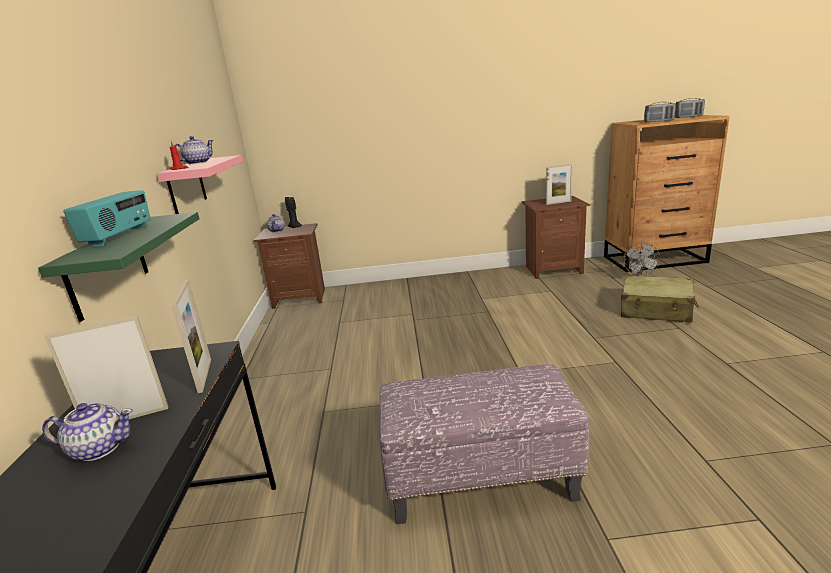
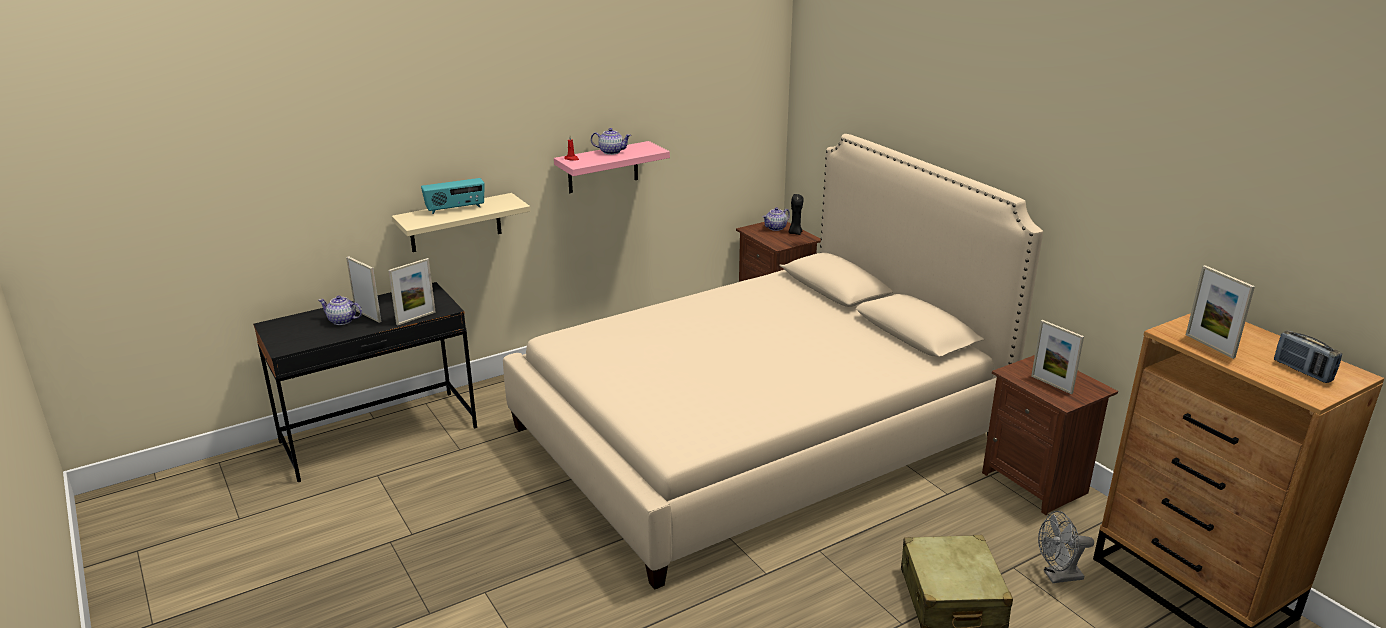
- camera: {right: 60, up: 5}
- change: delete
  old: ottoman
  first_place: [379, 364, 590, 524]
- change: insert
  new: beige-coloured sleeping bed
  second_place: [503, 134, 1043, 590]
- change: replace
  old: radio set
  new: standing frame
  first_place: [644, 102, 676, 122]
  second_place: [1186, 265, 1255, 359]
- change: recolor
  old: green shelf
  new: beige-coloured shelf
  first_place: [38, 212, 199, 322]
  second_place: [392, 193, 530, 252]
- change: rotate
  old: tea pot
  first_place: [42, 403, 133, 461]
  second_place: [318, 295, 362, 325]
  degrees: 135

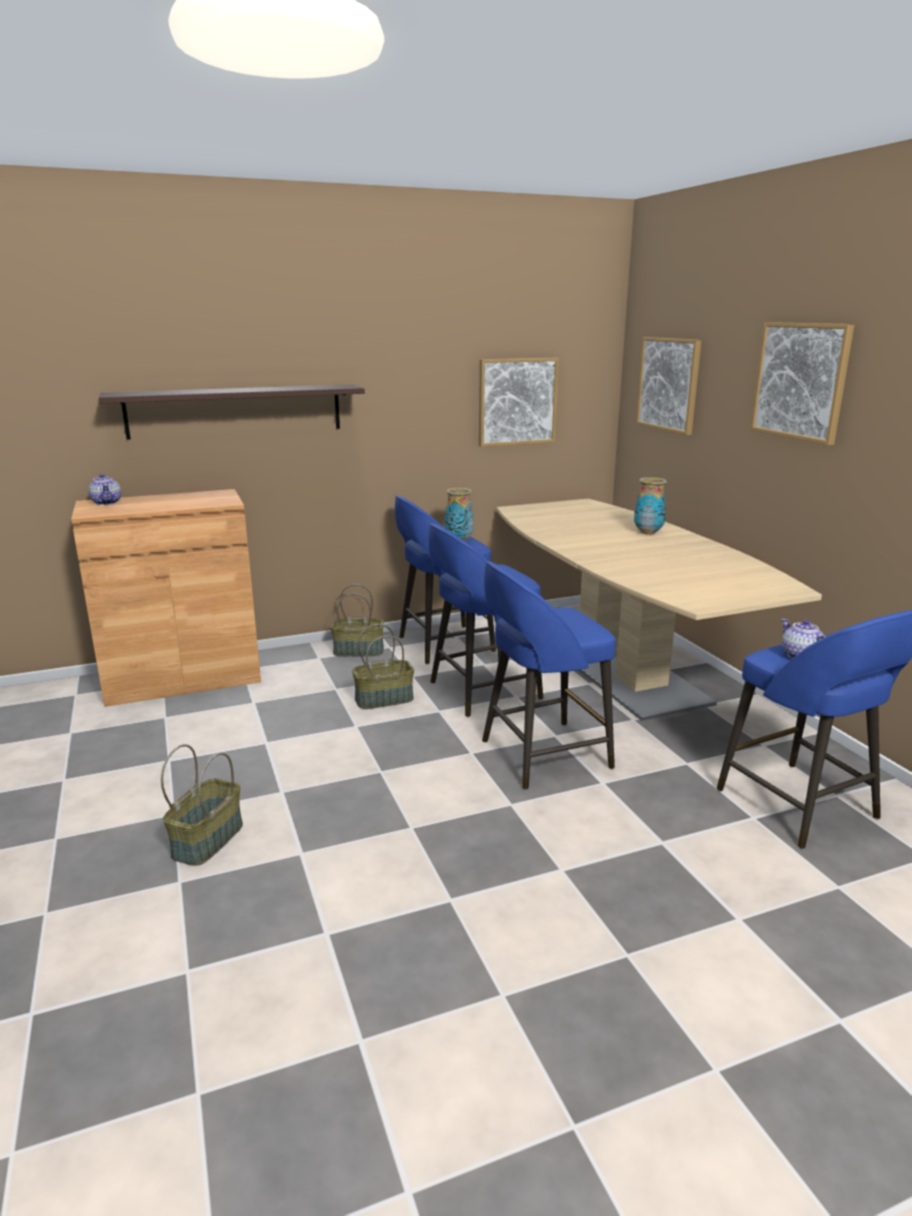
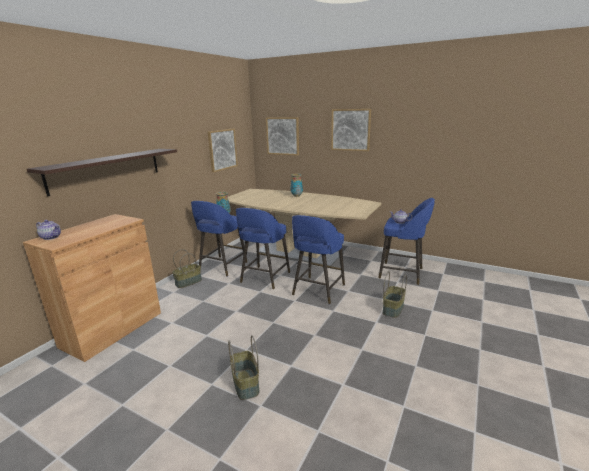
- camera: {right: -40, up: 0}
- change: move
  old: household basket
  first_place: [352, 624, 414, 709]
  second_place: [383, 271, 407, 318]

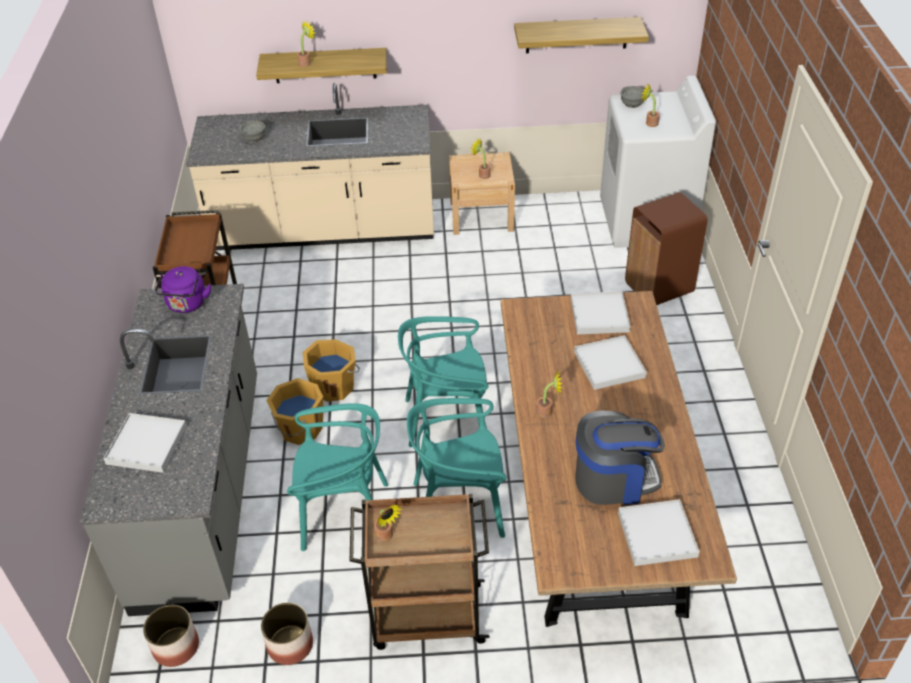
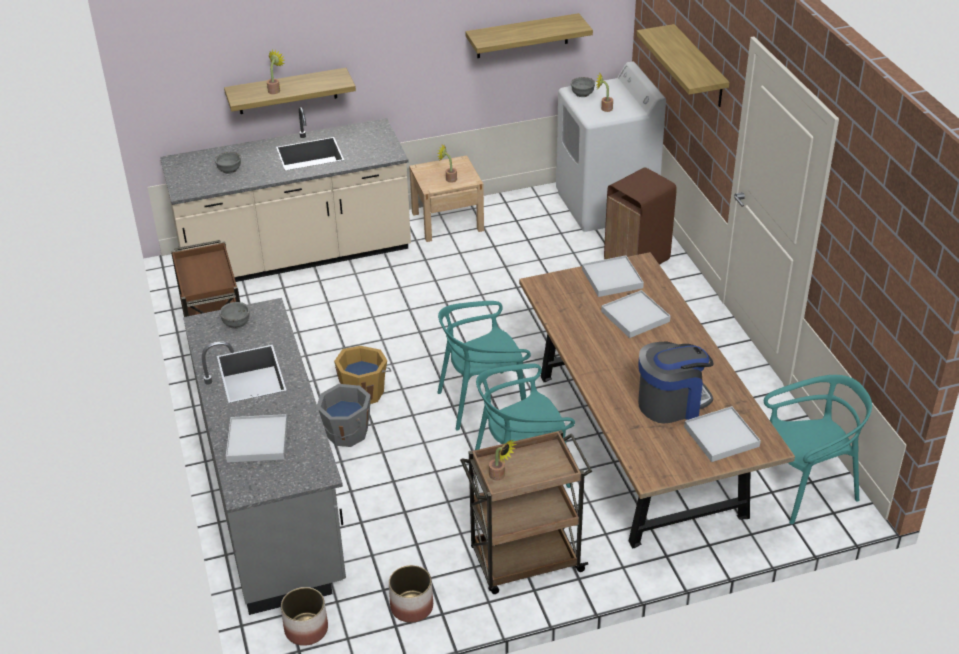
- camera: {right: -15, up: -5}
- change: delete
  old: plant in a pot
  first_place: [536, 371, 563, 418]
- change: insert
  new: shelf
  second_place: [636, 24, 729, 107]
- change: move
  old: blue-green chair
  first_place: [287, 403, 388, 551]
  second_place: [764, 375, 872, 524]
- change: replace
  old: purple-coloured water kettle
  new: grey deep dish
  first_place: [155, 266, 211, 313]
  second_place: [219, 302, 250, 329]
- change: recolor
  old: orange water bucket
  new: grey water bucket
  first_place: [266, 378, 324, 445]
  second_place: [317, 384, 371, 447]

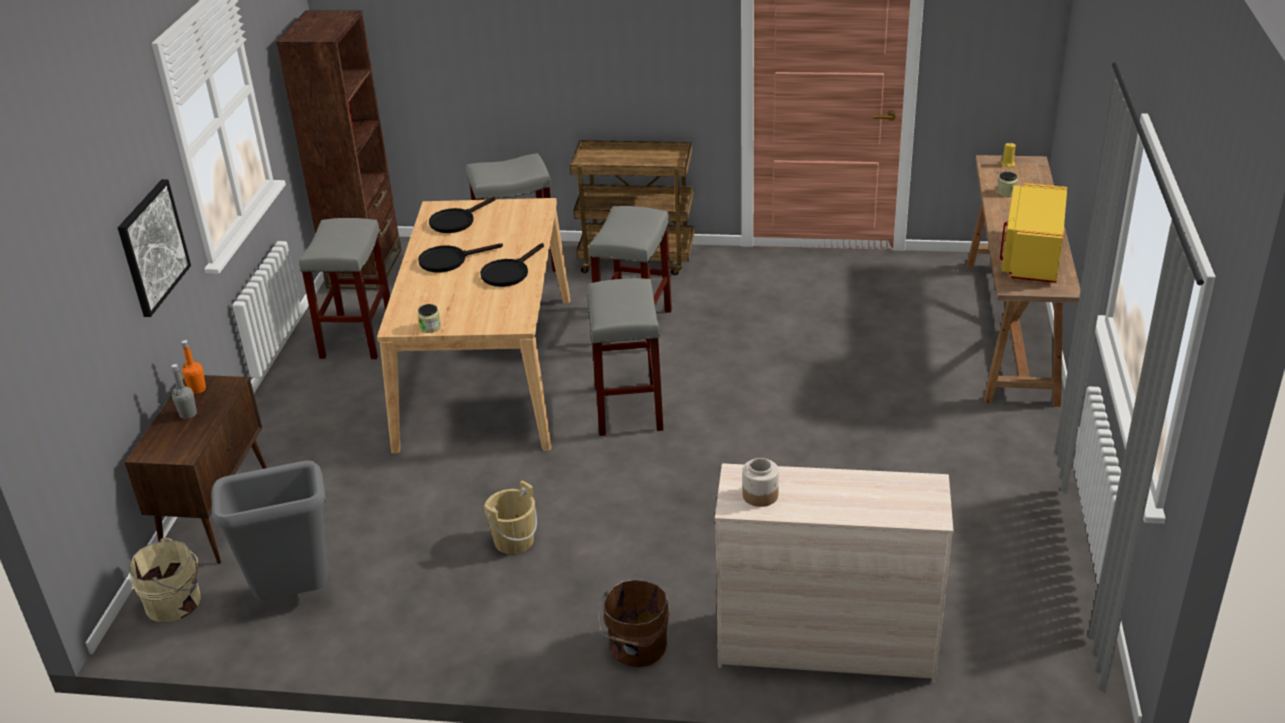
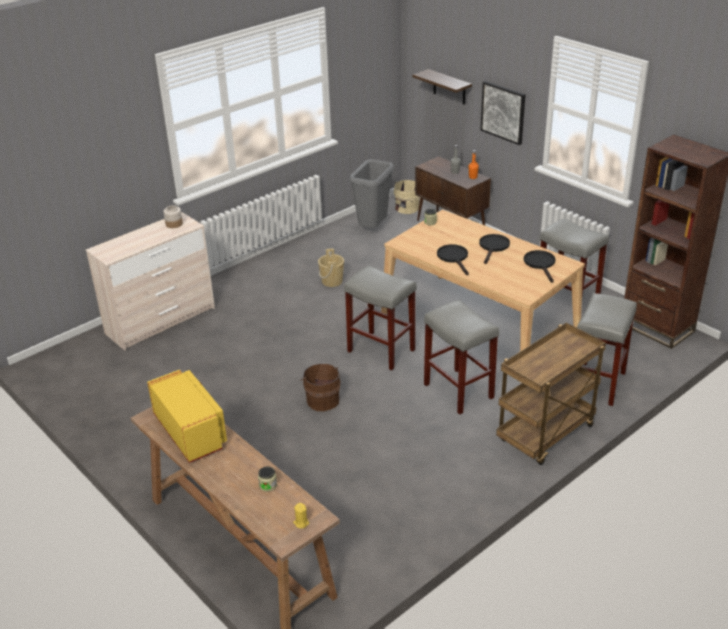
- camera: {right: 130, up: 0}
- change: insert
  new: shelf
  second_place: [413, 69, 472, 104]
- change: move
  old: brown water bucket
  first_place: [598, 580, 670, 667]
  second_place: [300, 364, 341, 411]

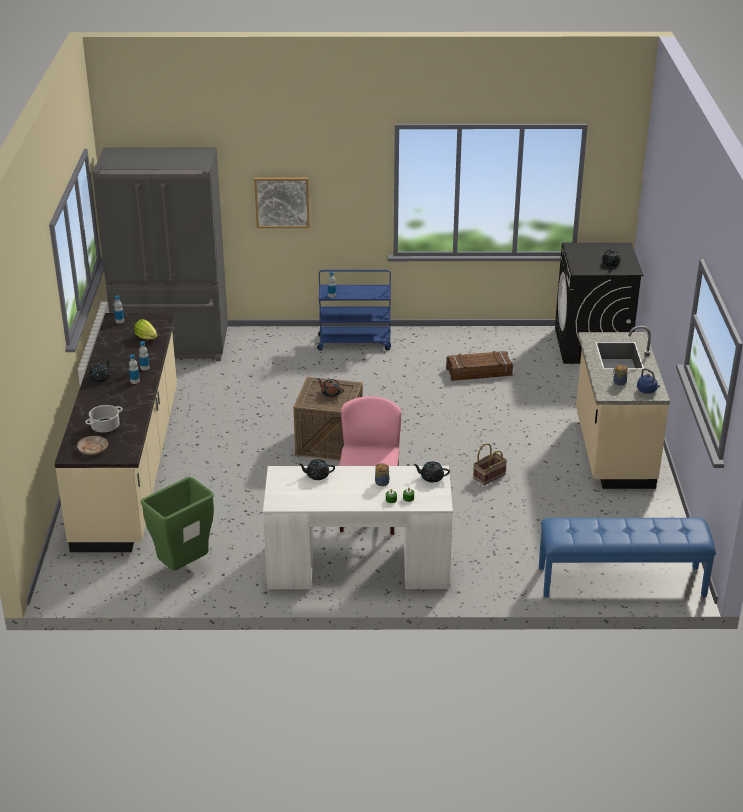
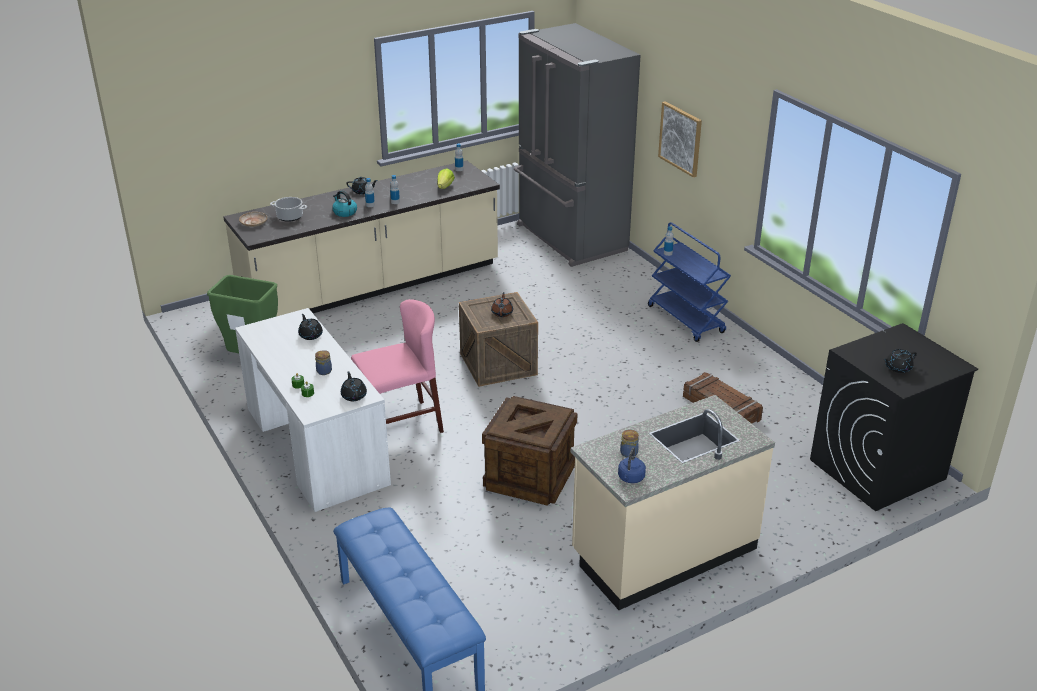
- camera: {right: 60, up: 0}
- change: insert
  new: water kettle
  second_place: [332, 190, 357, 217]
- change: replace
  old: household basket
  new: crate
  first_place: [473, 443, 507, 485]
  second_place: [482, 396, 577, 506]

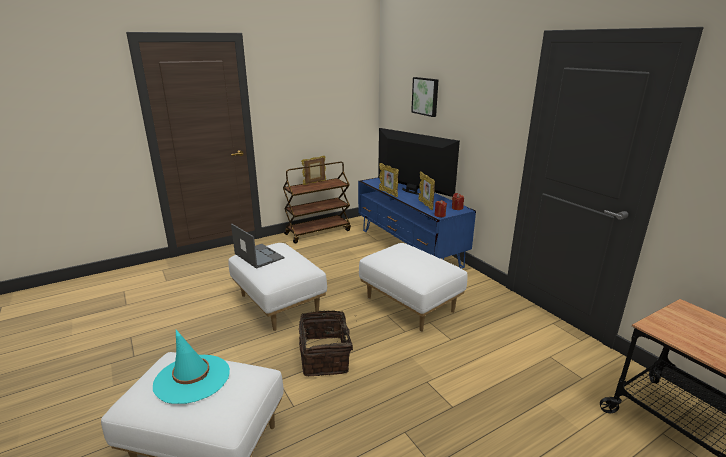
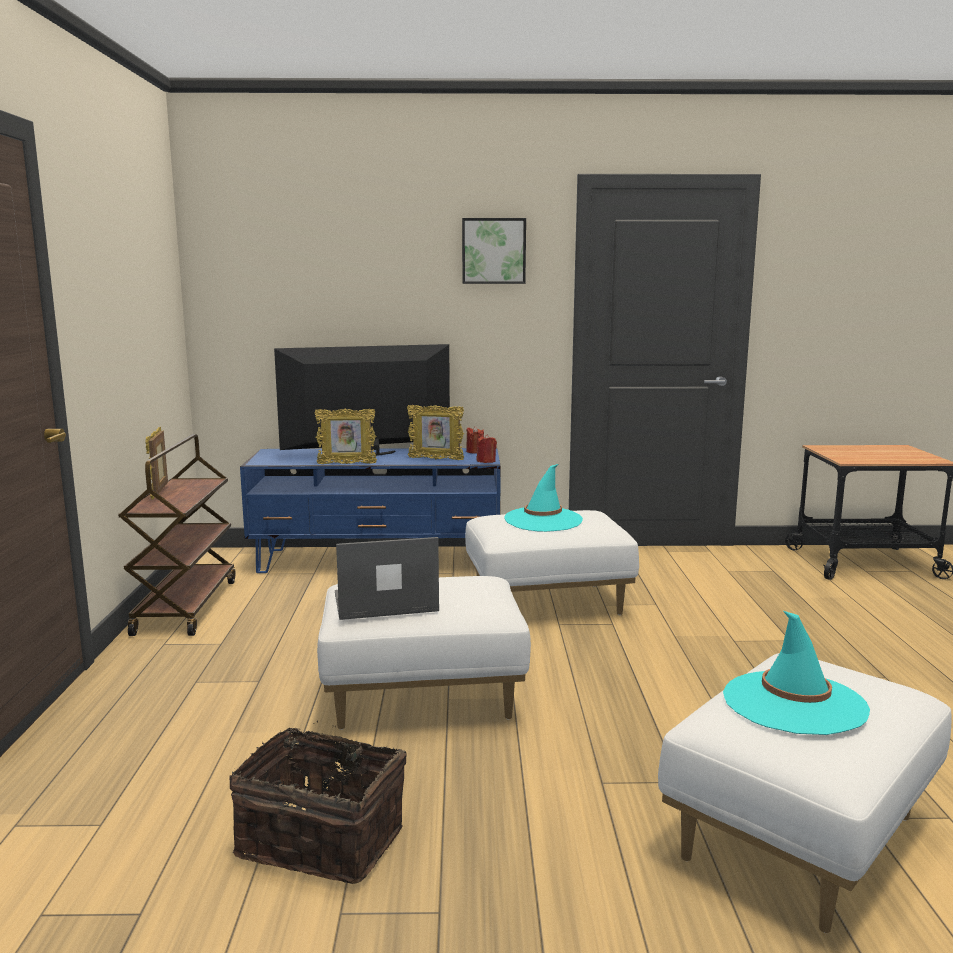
- camera: {right: -60, up: -10}
- change: insert
  new: blue-green wearable hat
  second_place: [504, 464, 583, 532]
- change: move
  old: household basket
  first_place: [299, 311, 353, 376]
  second_place: [229, 720, 407, 884]
- change: move
  old: wall picture
  first_place: [411, 77, 438, 117]
  second_place: [462, 218, 526, 284]

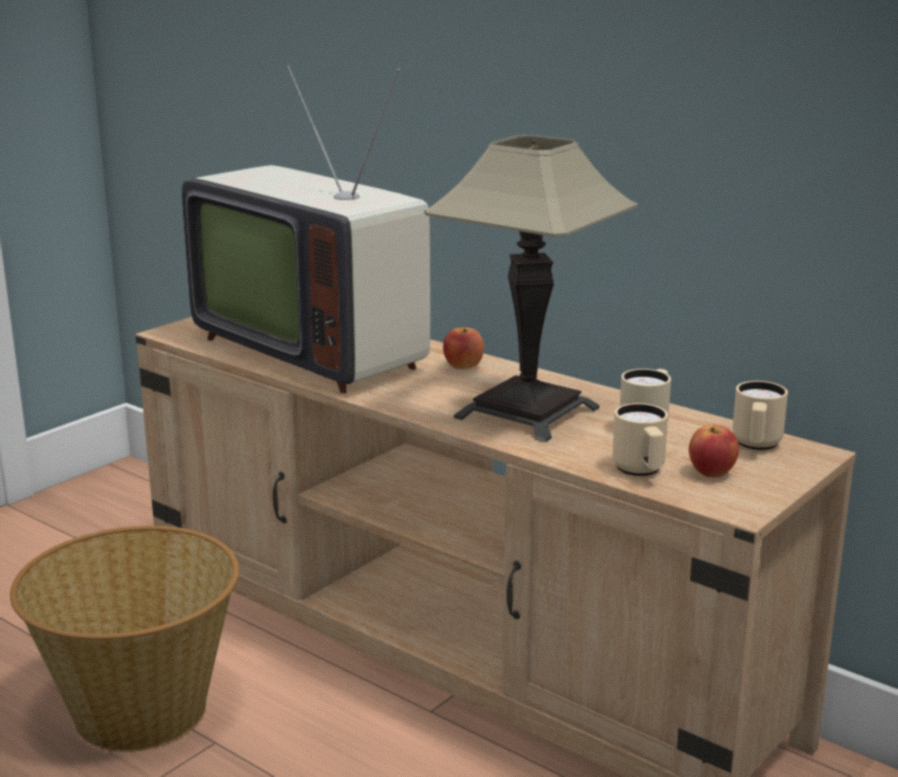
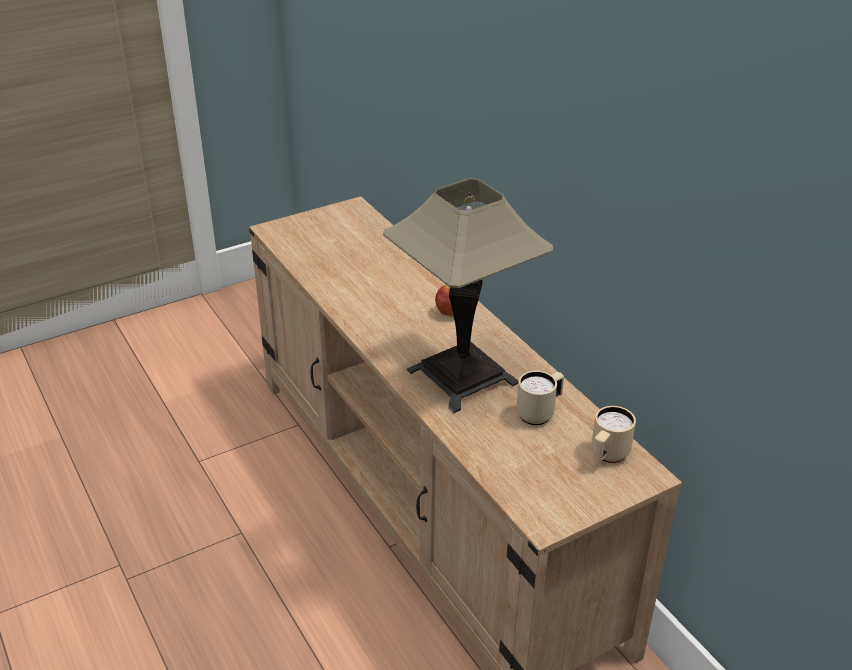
- camera: {right: 20, up: 15}
- change: delete
  old: household basket
  first_place: [10, 526, 239, 752]
- change: delete
  old: TV set
  first_place: [182, 65, 430, 393]
- change: delete
  old: beige-coloured tea mug
  first_place: [612, 403, 668, 477]
- change: delete
  old: apple
  first_place: [689, 425, 739, 477]

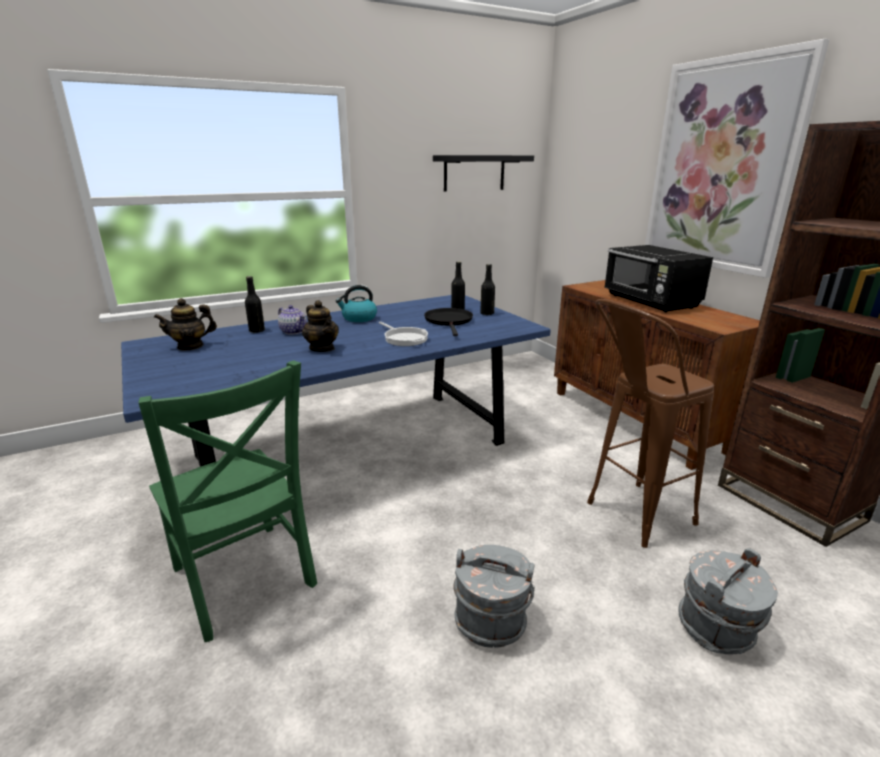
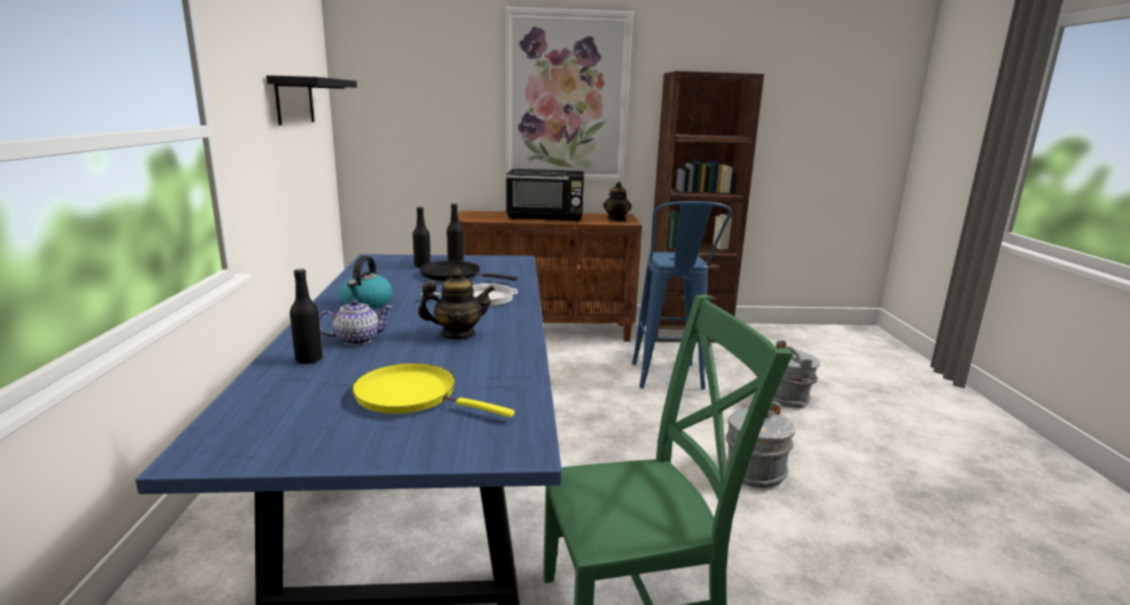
- camera: {right: -65, up: -5}
- change: insert
  new: yellow-coloured skillet
  second_place: [352, 363, 515, 418]
- change: move
  old: tea pot
  first_place: [154, 298, 217, 351]
  second_place: [603, 182, 632, 221]
- change: recolor
  old: brown sitting stool
  new: bluish sitting stool
  first_place: [587, 299, 714, 548]
  second_place: [632, 201, 732, 390]

